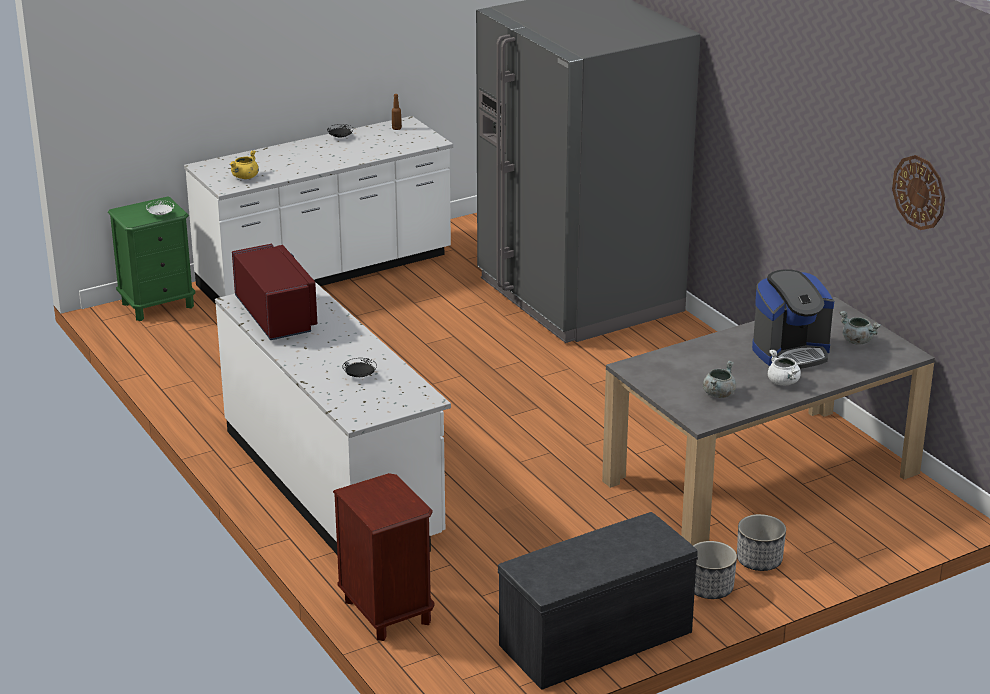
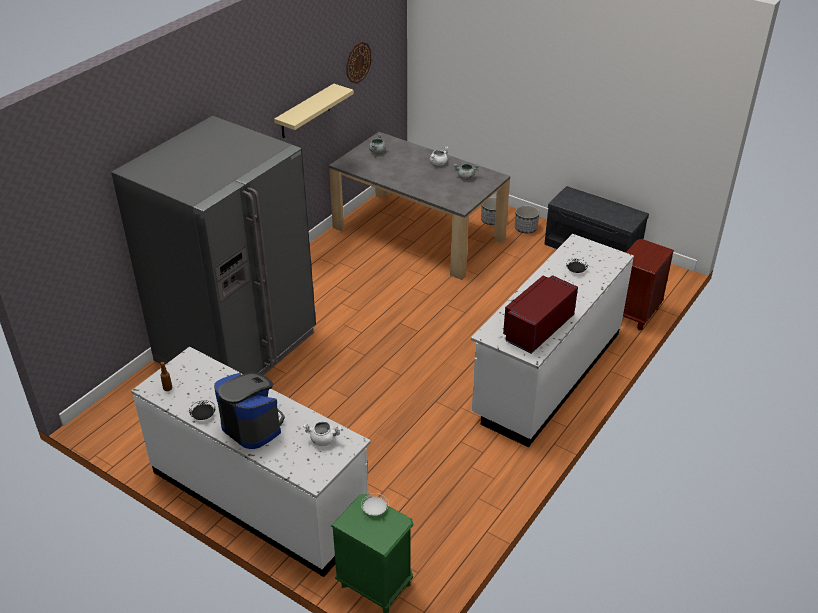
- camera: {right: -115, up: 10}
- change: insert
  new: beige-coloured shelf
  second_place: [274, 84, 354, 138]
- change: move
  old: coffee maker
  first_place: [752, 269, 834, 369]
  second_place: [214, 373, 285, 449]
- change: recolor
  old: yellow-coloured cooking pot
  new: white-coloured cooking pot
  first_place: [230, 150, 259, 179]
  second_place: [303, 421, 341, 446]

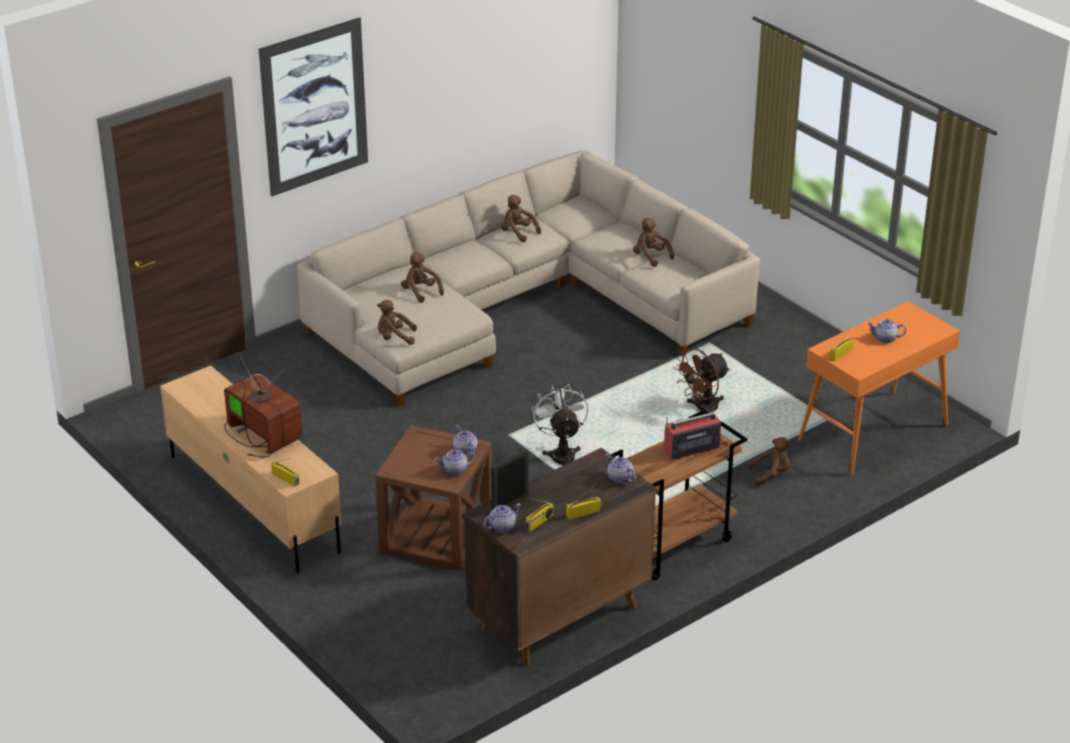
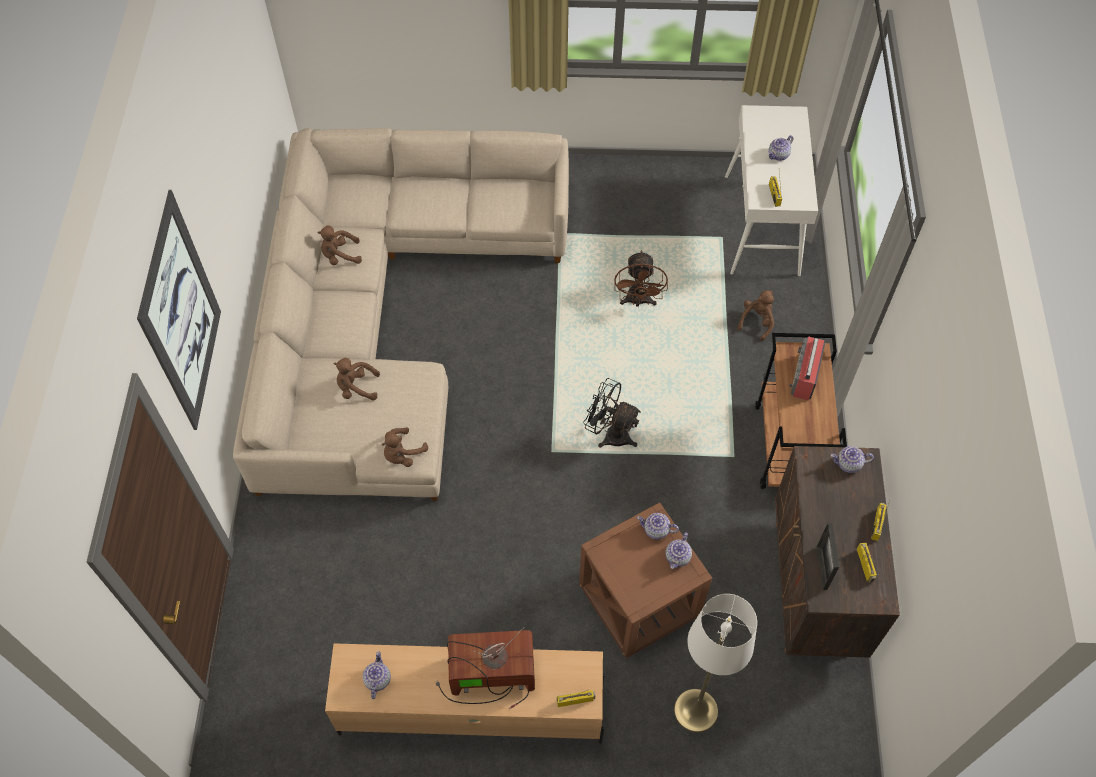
- camera: {right: -50, up: 25}
- change: delete
  old: brown plush toy
  first_place: [633, 218, 674, 267]
- change: insert
  new: white-coloured standing lamp
  second_place: [674, 594, 757, 733]
- change: move
  old: tea pot
  first_place: [483, 503, 521, 533]
  second_place: [363, 651, 391, 699]
- change: recolor
  old: white-coloured cooling fan
  new: black-coloured cooling fan
  first_place: [532, 384, 588, 466]
  second_place: [583, 378, 641, 448]
- change: recolor
  old: orange hall table
  new: white-coloured hall table
  first_place: [798, 301, 960, 475]
  second_place: [725, 105, 818, 276]

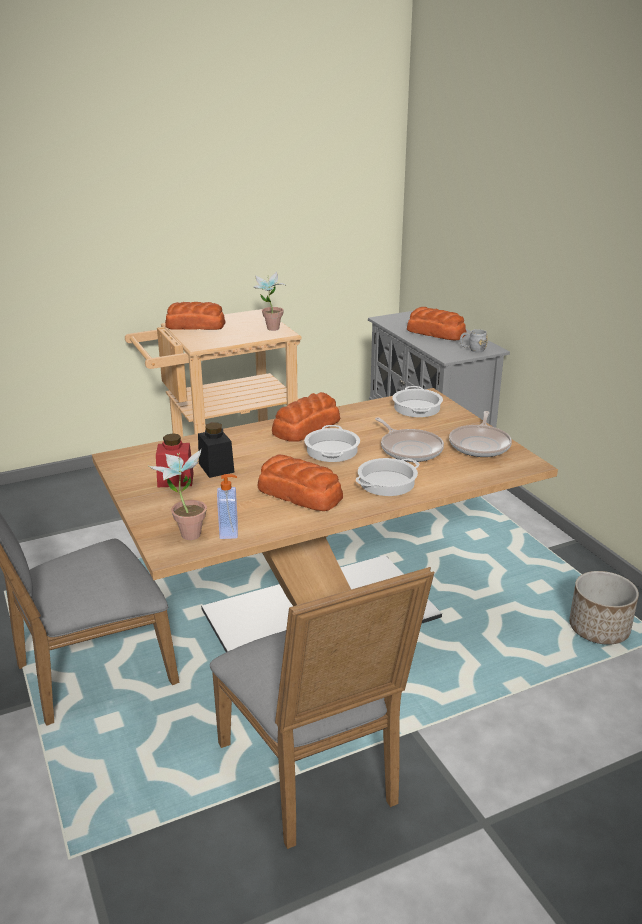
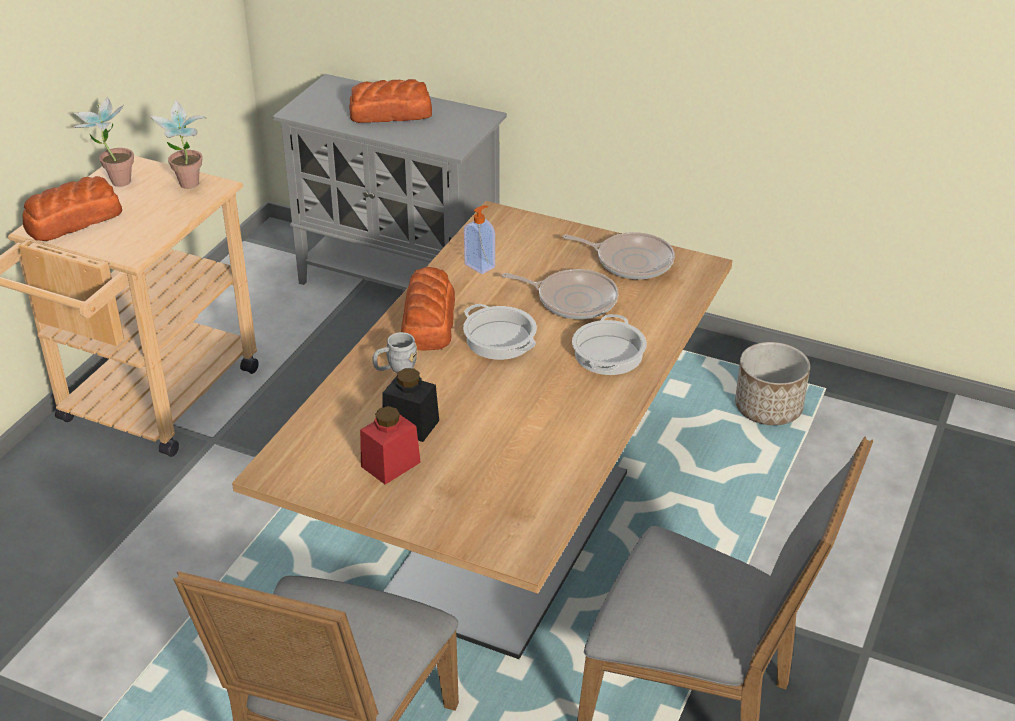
- camera: {right: -40, up: 10}
- change: delete
  old: bread
  first_place: [258, 455, 343, 511]
- change: delete
  old: cooking pot
  first_place: [392, 386, 443, 417]
- change: move
  old: plant in a pot
  first_place: [147, 449, 207, 540]
  second_place: [71, 97, 134, 187]
- change: move
  old: soap bottle
  first_place: [217, 474, 238, 539]
  second_place: [464, 205, 495, 274]
- change: move
  old: grey tea mug
  first_place: [460, 329, 488, 352]
  second_place: [372, 332, 417, 373]
- change: rotate
  old: skillet
  first_place: [449, 411, 512, 457]
  second_place: [563, 232, 675, 279]
  degrees: -45

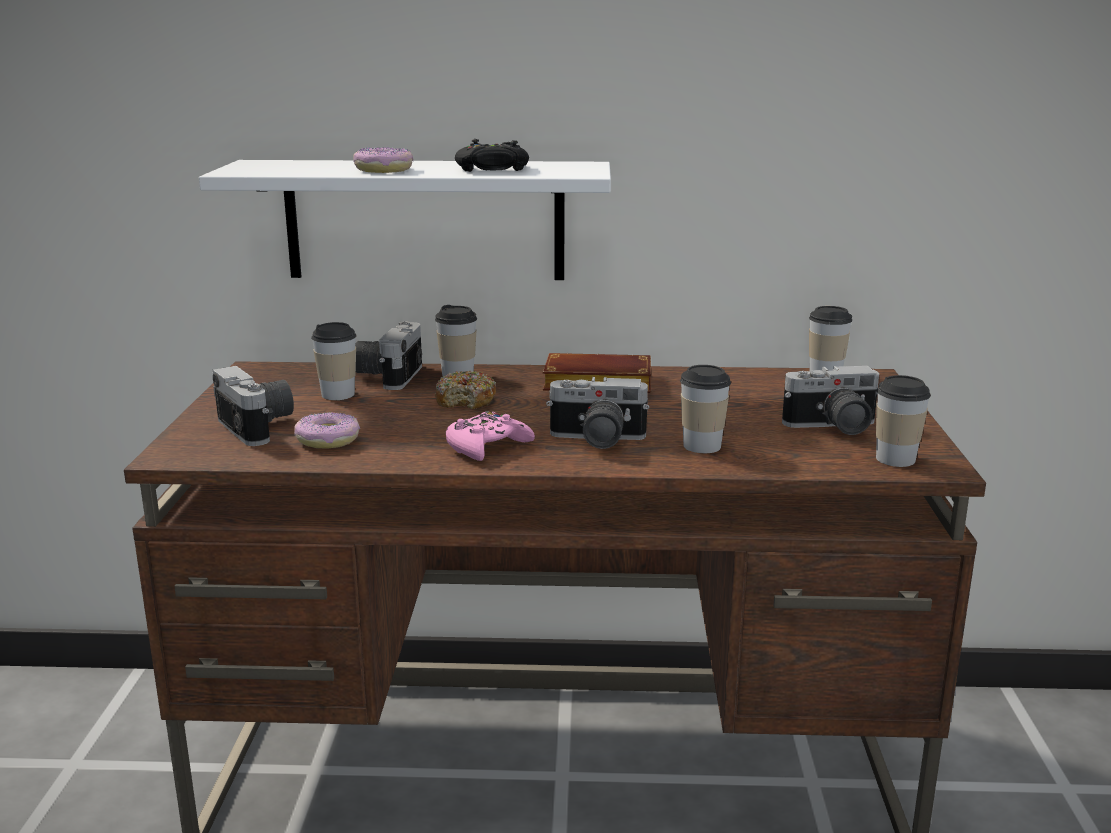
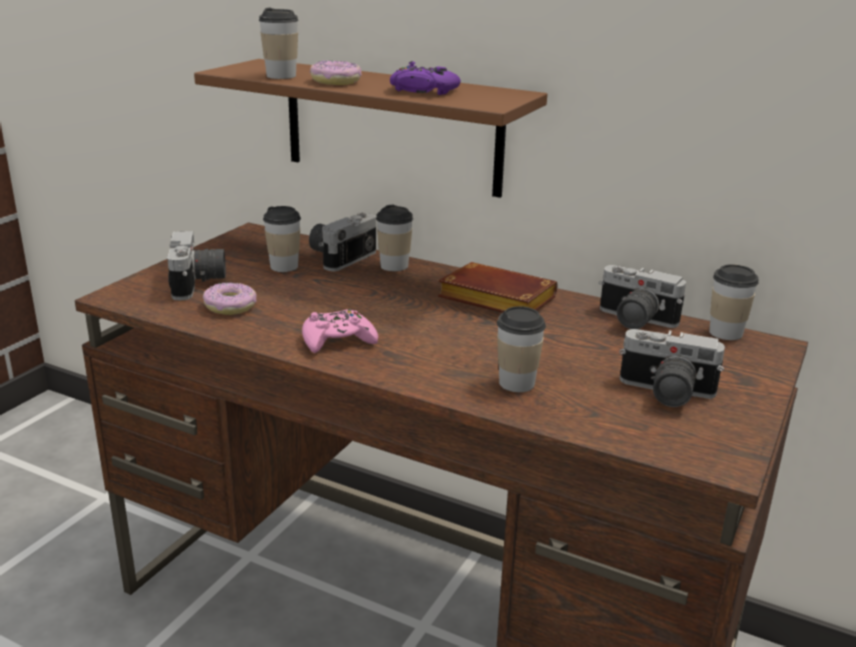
- camera: {right: 25, up: 5}
- change: delete
  old: ring doughnut
  first_place: [435, 371, 496, 409]
- change: move
  old: still camera
  first_place: [546, 377, 649, 449]
  second_place: [599, 265, 686, 329]
- change: move
  old: cup
  first_place: [876, 375, 931, 467]
  second_place: [259, 8, 299, 79]
- change: recolor
  old: white-coloured shelf
  new: brown shelf
  first_place: [199, 160, 611, 280]
  second_place: [194, 59, 547, 198]
- change: recolor
  old: black-coloured gamepad
  new: purple-coloured gamepad
  first_place: [455, 139, 529, 172]
  second_place: [390, 61, 461, 95]

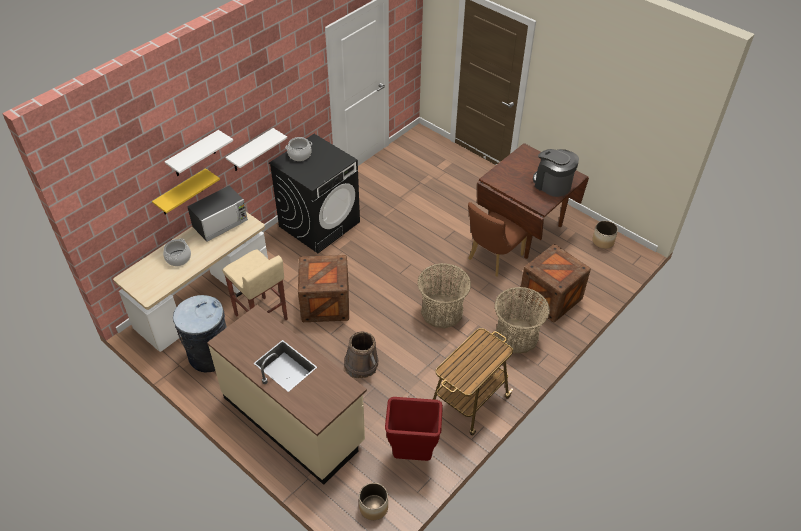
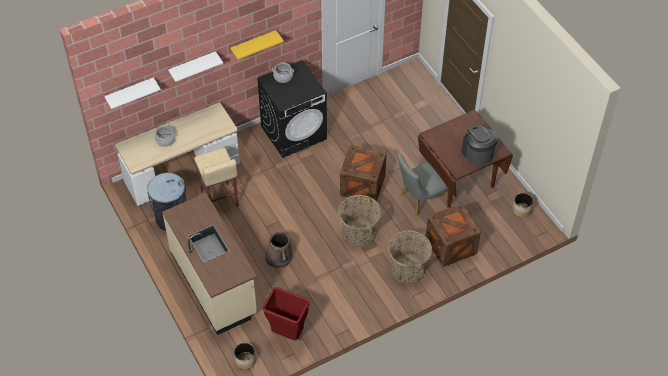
- camera: {right: 20, up: 5}
- change: delete
  old: microwave oven
  first_place: [187, 186, 248, 242]
- change: delete
  old: wheeled cart
  first_place: [433, 328, 513, 436]
- change: move
  old: yellow-coloured shelf
  first_place: [152, 168, 220, 215]
  second_place: [230, 30, 284, 60]
- change: move
  old: white-coloured shelf
  first_place: [225, 128, 287, 171]
  second_place: [104, 77, 161, 109]
- change: move
  old: crate
  first_place: [298, 255, 349, 322]
  second_place: [340, 145, 386, 203]
- change: recolor
  old: brown chair
  new: grey chair
  first_place: [468, 202, 528, 277]
  second_place: [397, 153, 449, 216]

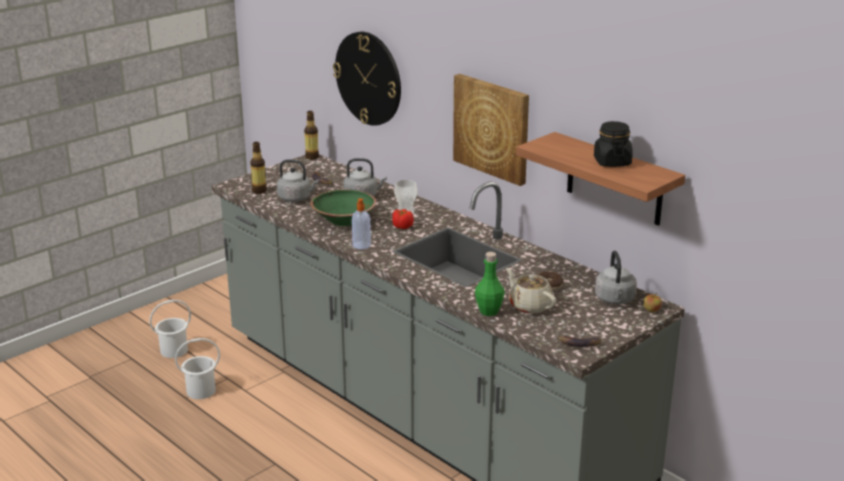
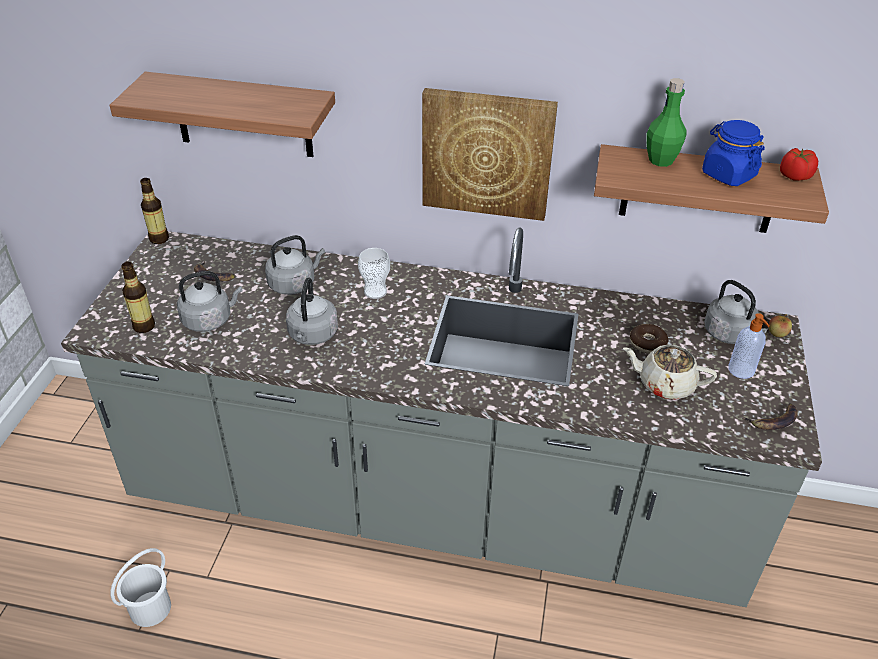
- camera: {right: -35, up: 15}
- change: delete
  old: white-coloured water bucket
  first_place: [150, 300, 191, 358]
- change: move
  old: soap bottle
  first_place: [352, 198, 371, 249]
  second_place: [728, 313, 770, 379]
- change: move
  old: tomato
  first_place: [392, 209, 414, 229]
  second_place: [780, 148, 818, 181]
- change: move
  old: green bottle
  first_place: [475, 252, 505, 316]
  second_place: [646, 78, 687, 167]
- change: replace
  old: green deep dish
  new: grey water kettle
  first_place: [310, 189, 377, 226]
  second_place: [286, 277, 338, 345]
- change: replace
  old: hanging clock
  new: shelf
  first_place: [333, 32, 401, 126]
  second_place: [109, 72, 335, 157]
- change: recolor
  old: black-coloured jar
  new: bluish jar
  first_place: [594, 121, 633, 167]
  second_place: [702, 120, 765, 186]

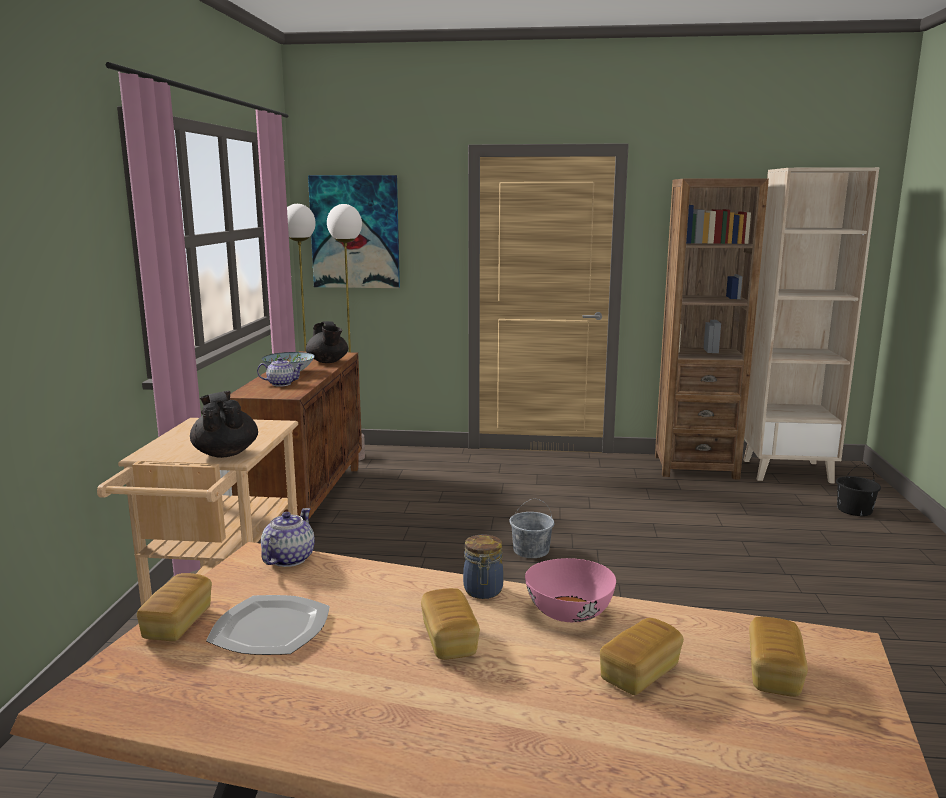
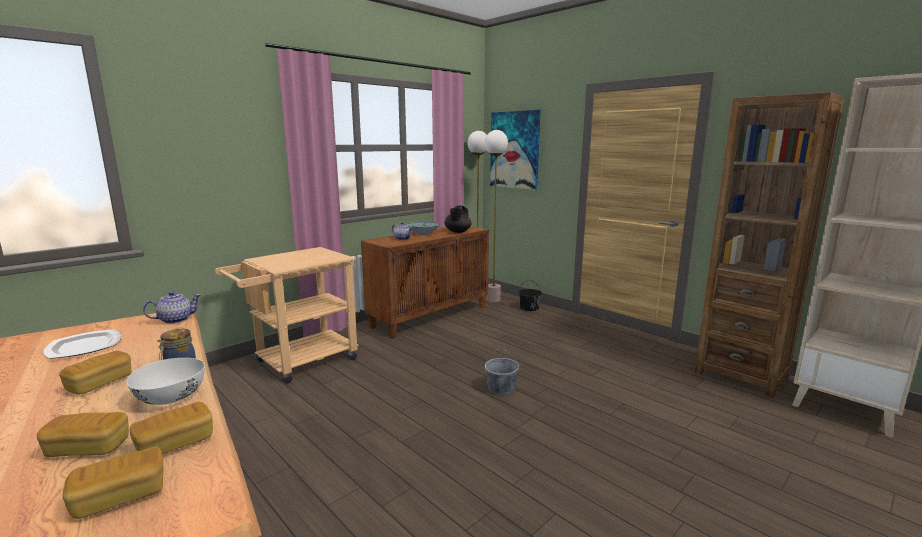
- camera: {right: 40, up: 0}
- change: delete
  old: black-coloured tea pot
  first_place: [190, 391, 258, 458]
- change: move
  old: bread
  first_place: [137, 573, 212, 641]
  second_place: [130, 402, 213, 454]
- change: move
  old: black-coloured water bucket
  first_place: [836, 463, 881, 516]
  second_place: [518, 280, 542, 311]
- change: recolor
  old: pink deep dish
  new: white-coloured deep dish
  first_place: [525, 558, 616, 622]
  second_place: [126, 358, 205, 405]

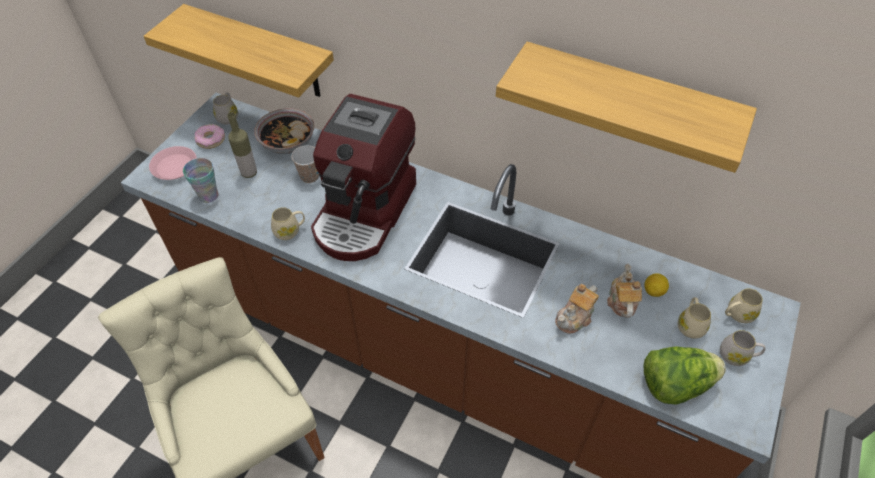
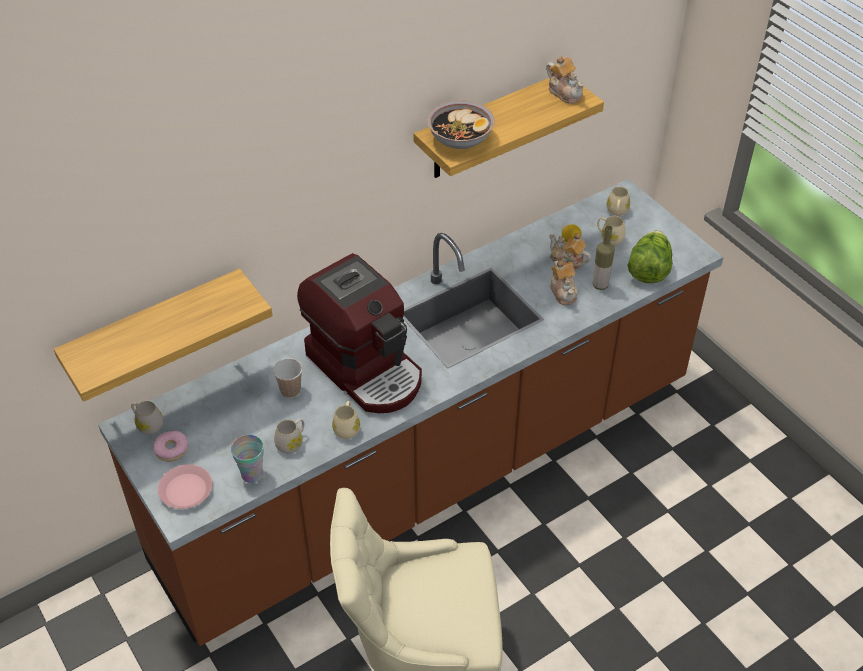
- camera: {right: -60, up: -5}
- change: insert
  new: tea pot
  second_place: [546, 56, 585, 104]
- change: move
  old: bottle
  first_place: [227, 112, 257, 178]
  second_place: [593, 225, 615, 290]
- change: move
  old: deep dish
  first_place: [254, 108, 314, 154]
  second_place: [427, 100, 494, 149]
- change: move
  old: white-coloured tea mug
  first_place: [720, 330, 765, 366]
  second_place: [274, 418, 304, 454]

